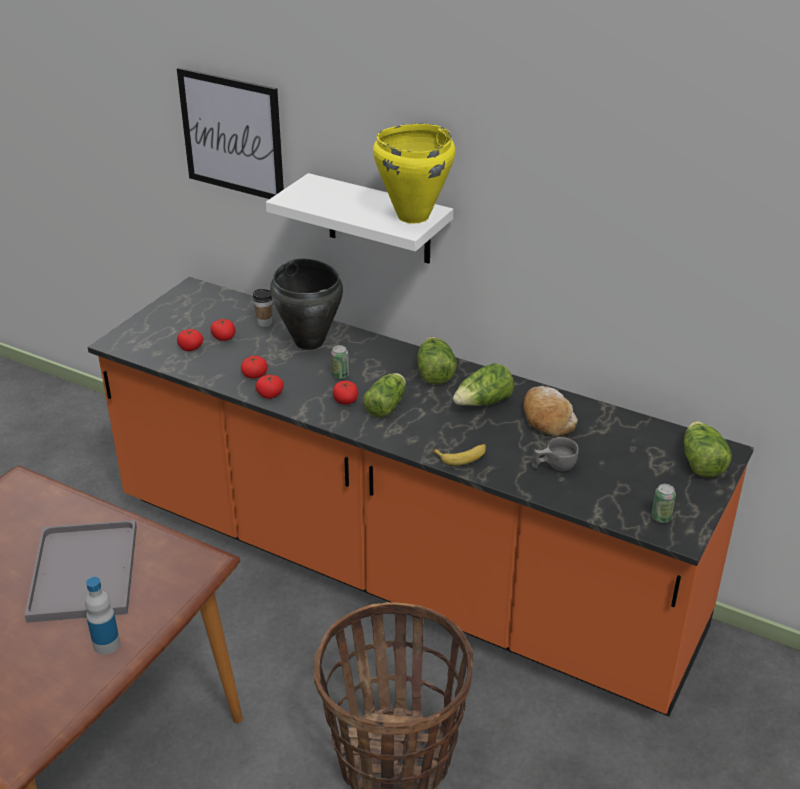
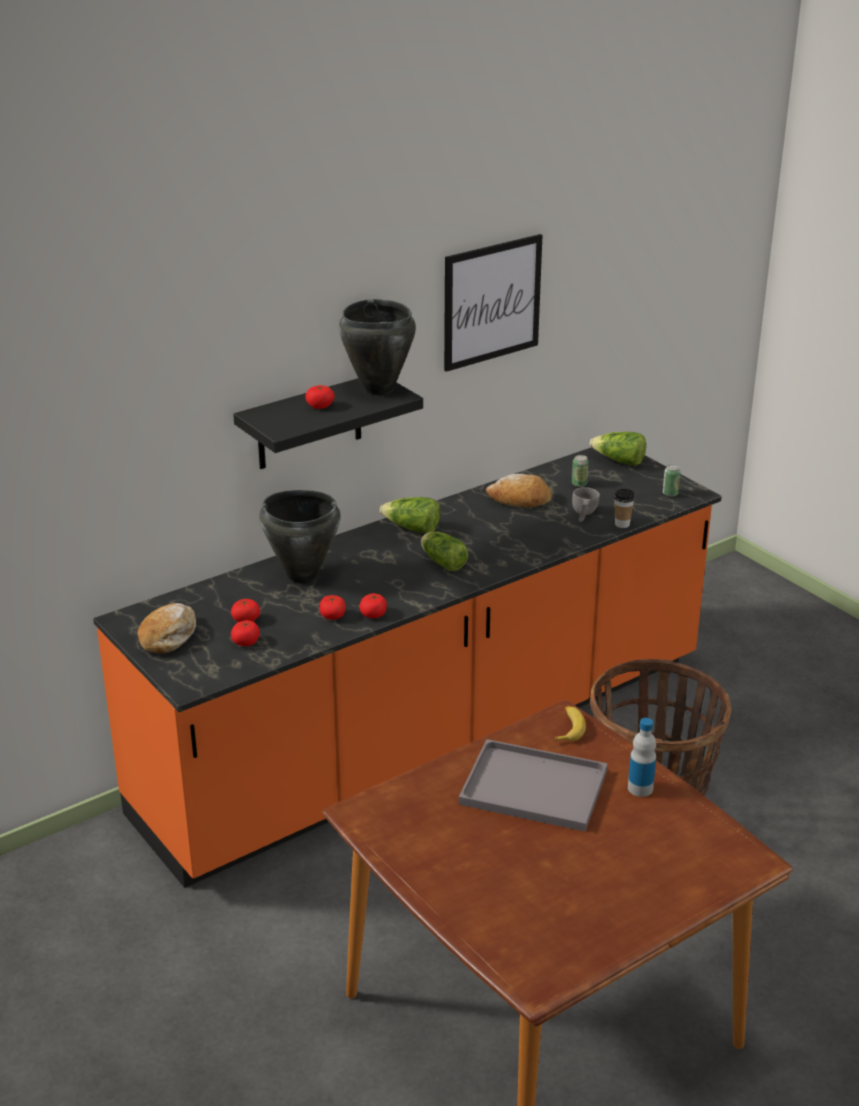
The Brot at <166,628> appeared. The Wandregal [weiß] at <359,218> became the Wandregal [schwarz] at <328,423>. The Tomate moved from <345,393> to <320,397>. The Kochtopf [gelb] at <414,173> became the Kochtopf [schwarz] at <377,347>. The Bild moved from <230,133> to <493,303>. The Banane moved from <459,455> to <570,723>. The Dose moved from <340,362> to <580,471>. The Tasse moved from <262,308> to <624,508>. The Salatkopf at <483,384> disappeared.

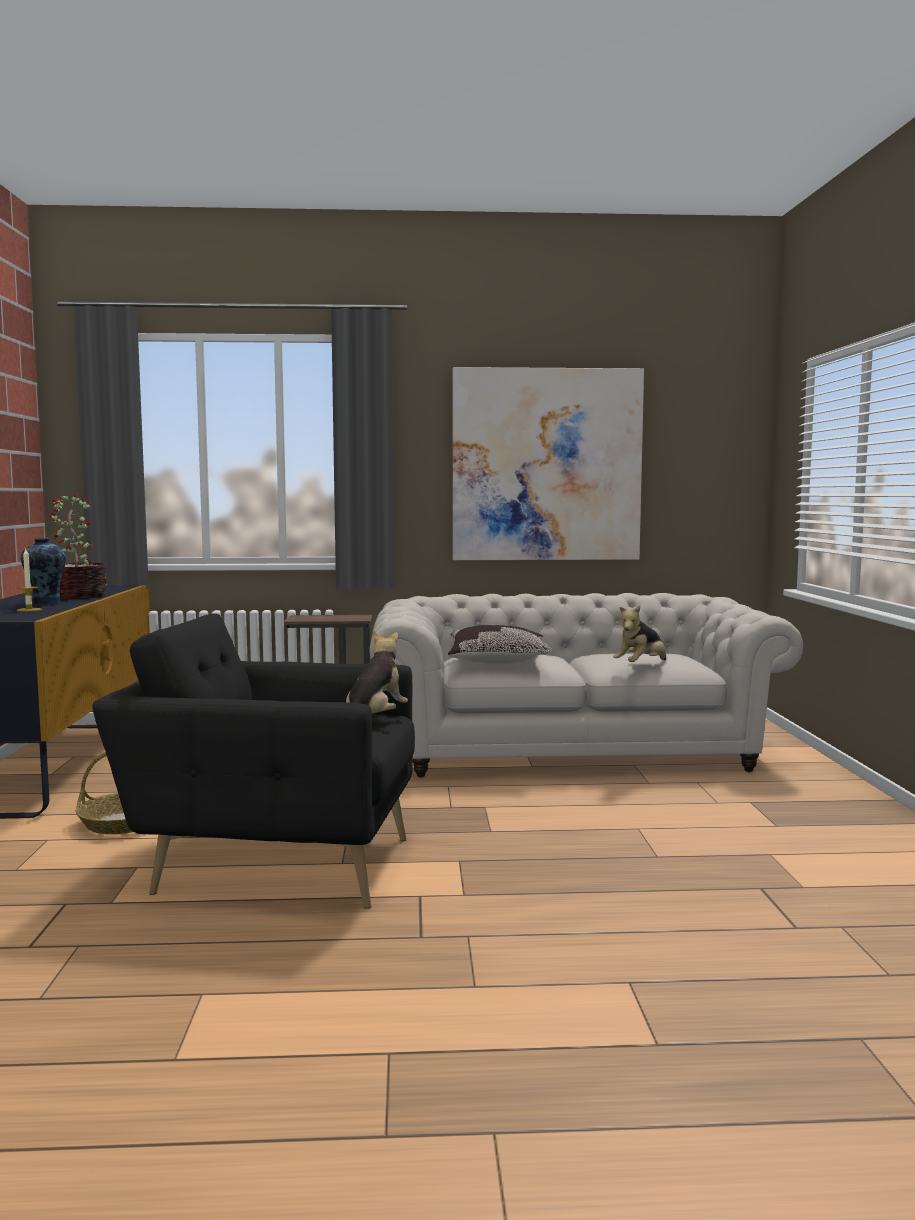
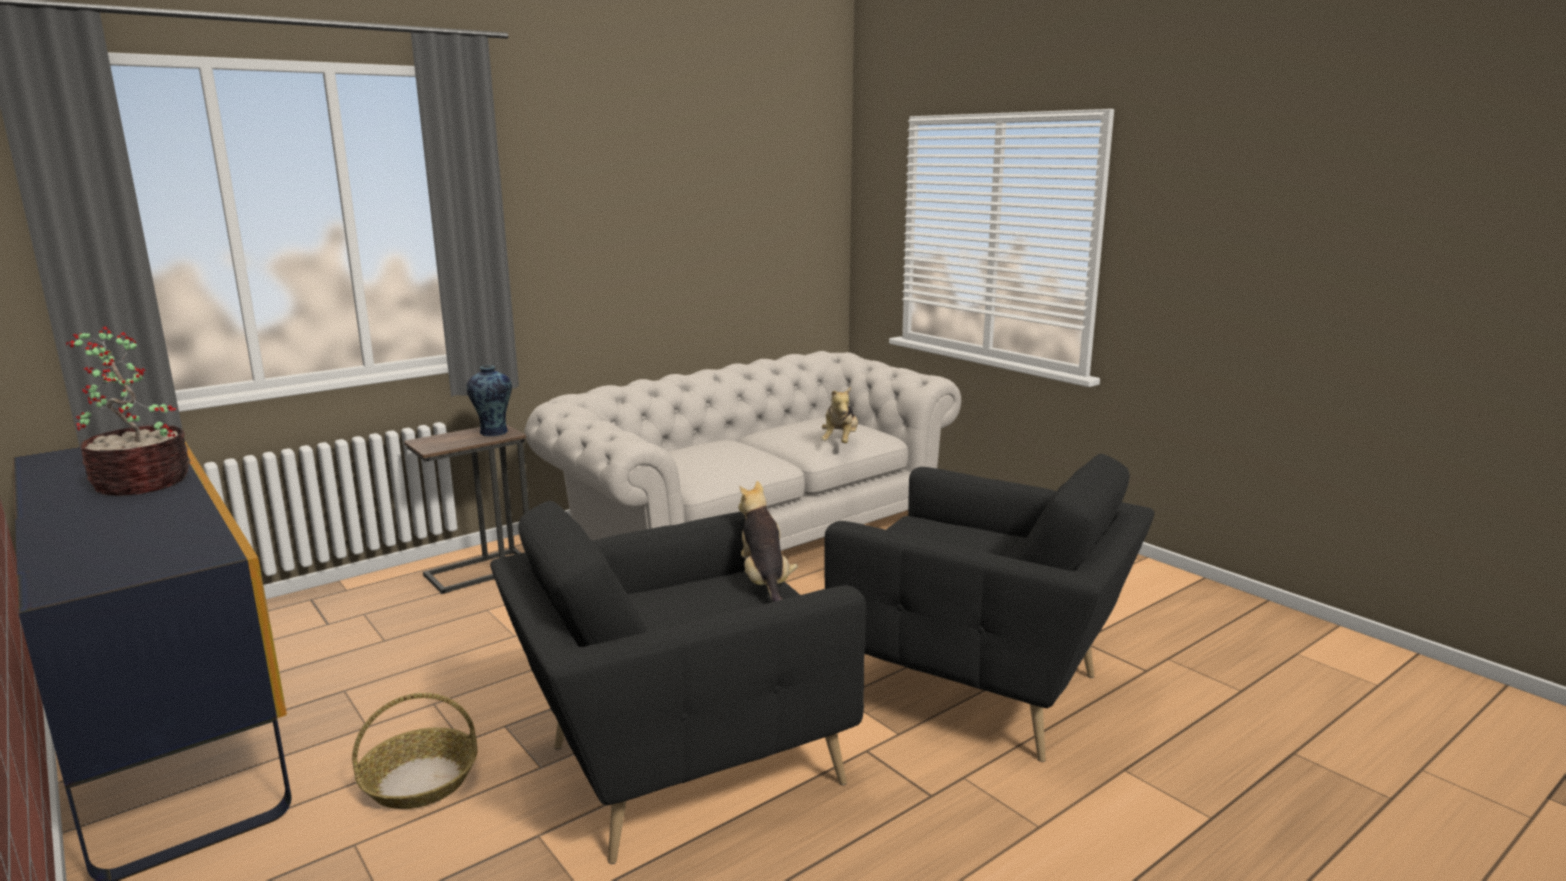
The Vase moved from <43,571> to <489,400>. The Sessel [schwarz] at <989,608> appeared. The Kerze at <29,579> disappeared. The Kissen at <500,644> disappeared. The Bild at <548,463> disappeared.

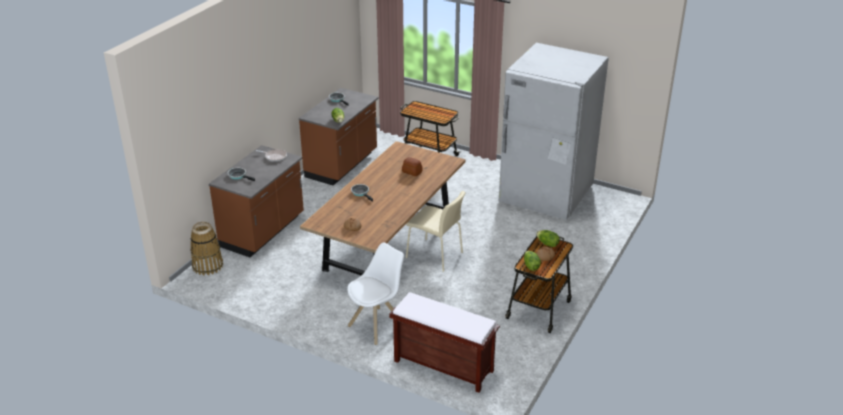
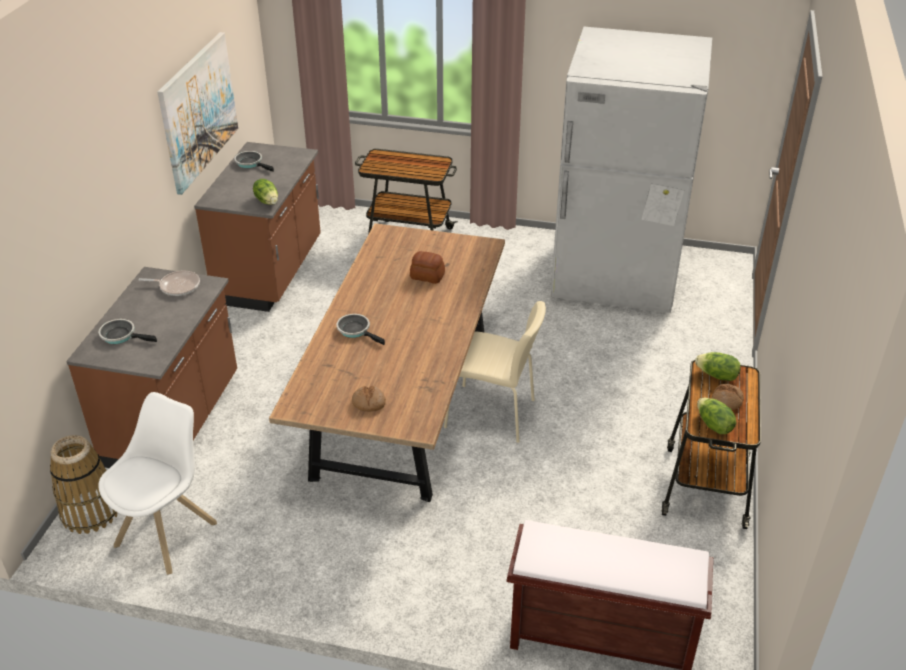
The Stuhl [weiß] moved from <375,293> to <157,483>. The Bild at <197,113> appeared.

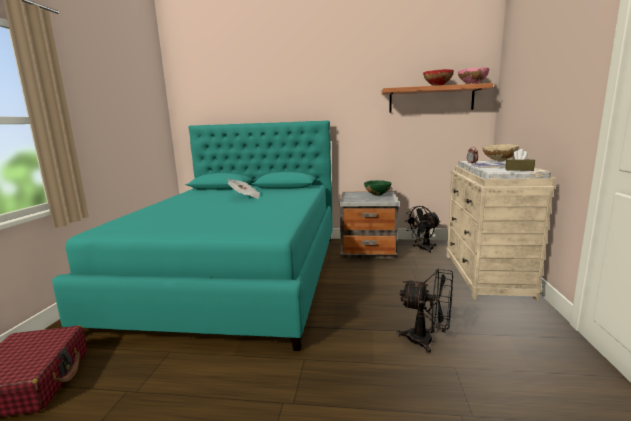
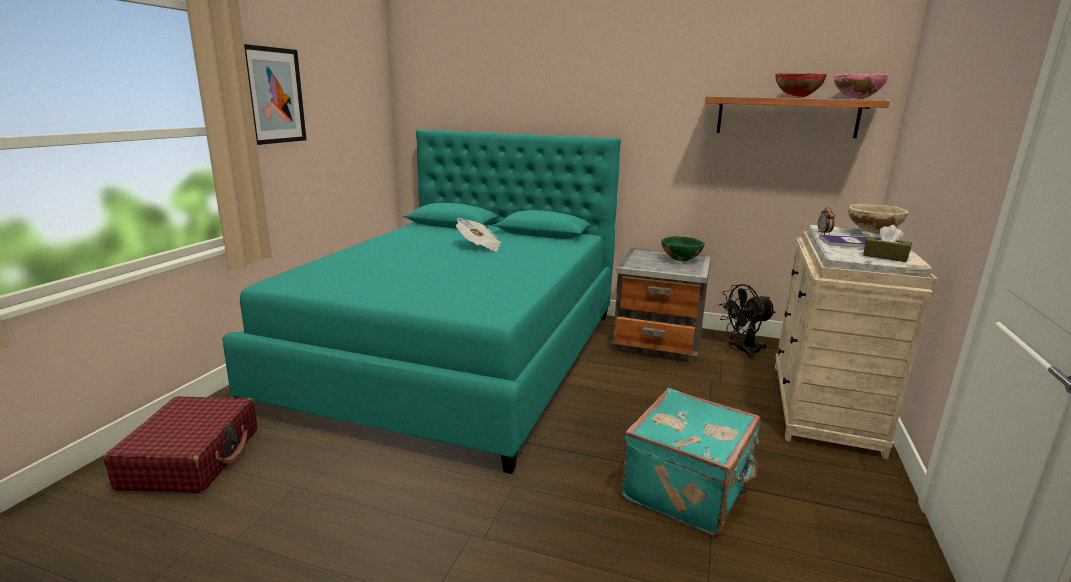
The Bild at <275,94> appeared. The Ventilator [schwarz] at <425,311> was replaced by the Koffer [türkis] at <690,461>.

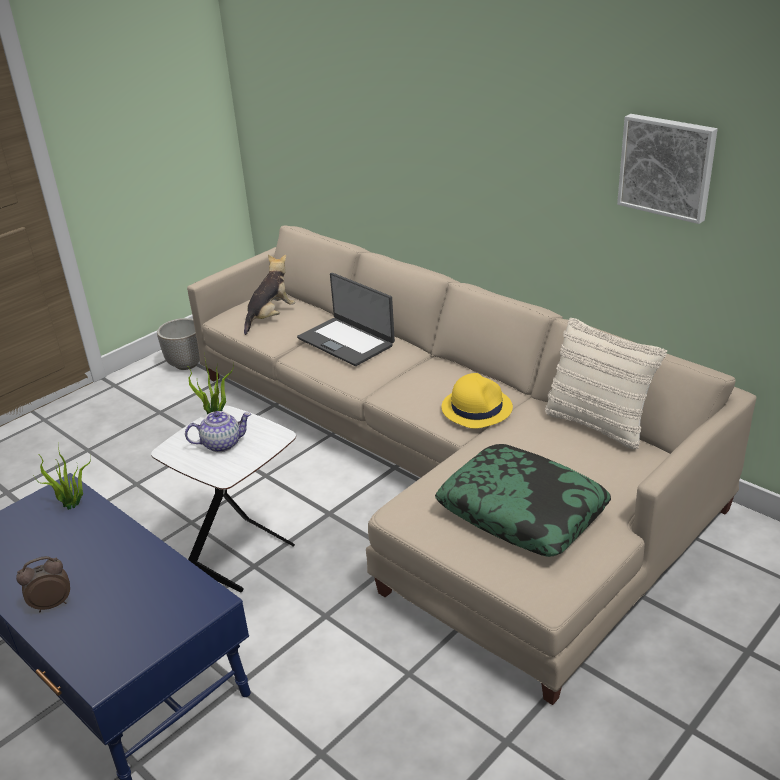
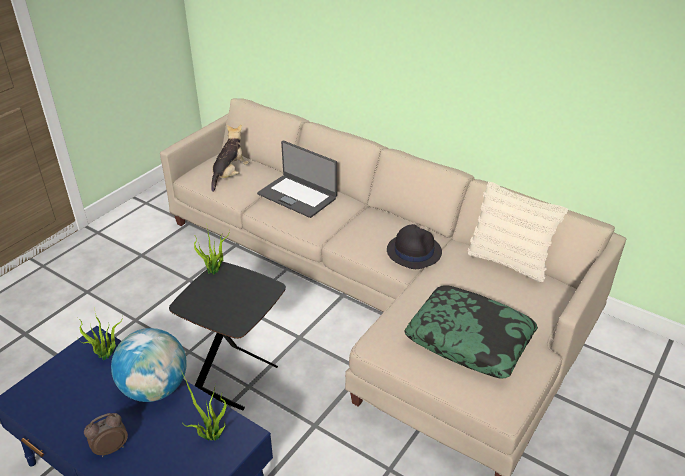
The Globus at <149,365> appeared. The Beistelltisch [weiß] at <223,498> became the Beistelltisch [schwarz] at <227,336>. The Topfpflanze at <204,406> appeared. The Hut [gelb] at <477,401> became the Hut [schwarz] at <414,246>. The Pflanzkübel at <178,344> disappeared. The Teekanne at <218,431> disappeared. The Bild at <667,169> disappeared.

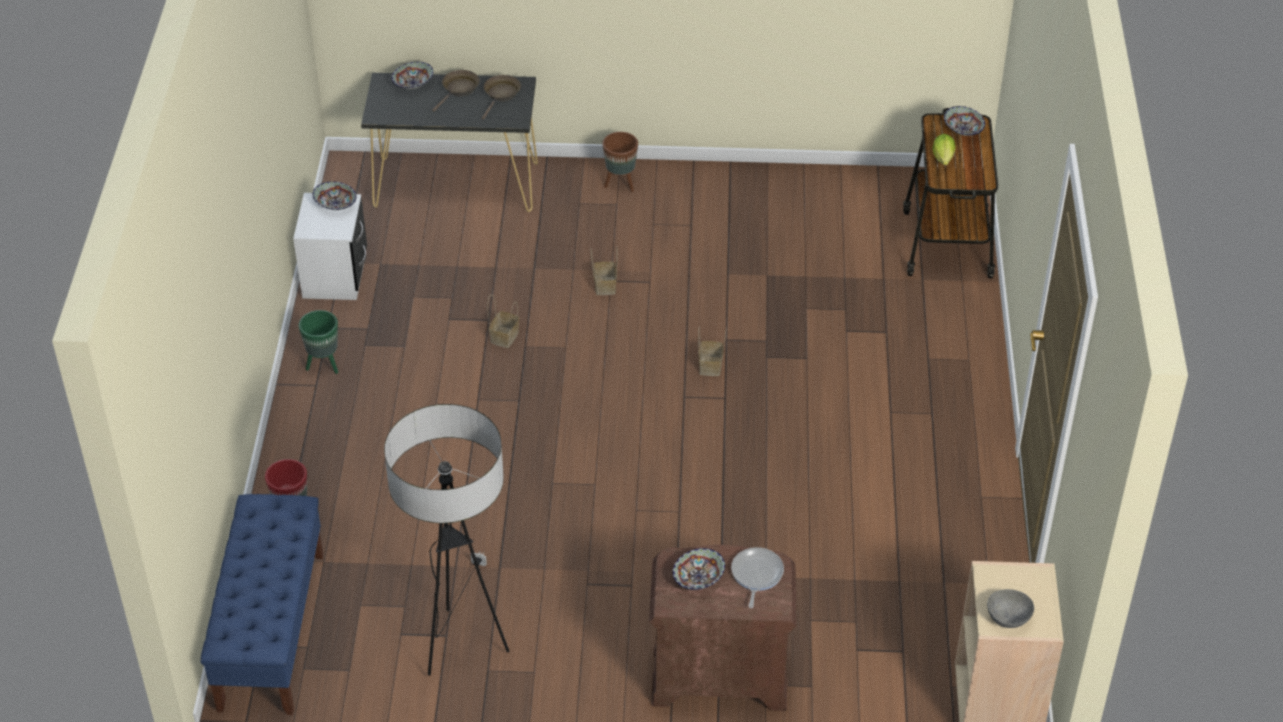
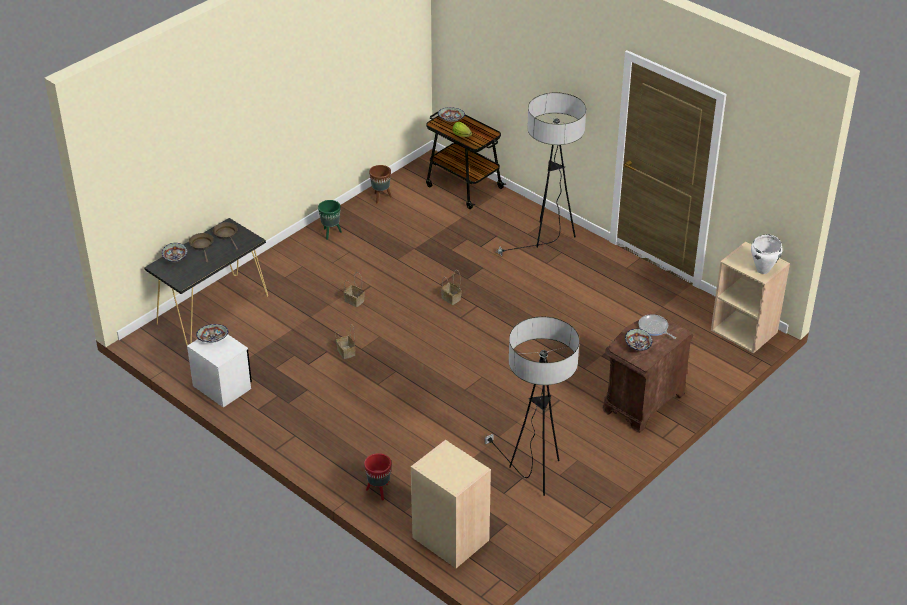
The Pflanzkübel [grün] moved from <318,342> to <330,220>. The Pflanzkübel [braun] moved from <620,162> to <380,184>. The Bank [blau] at <261,604> was replaced by the Bücherregal [beige] at <451,504>. The Stehlampe at <540,174> appeared. The Schüssel [grau] at <1010,608> was replaced by the Kochtopf [weiß] at <767,254>.

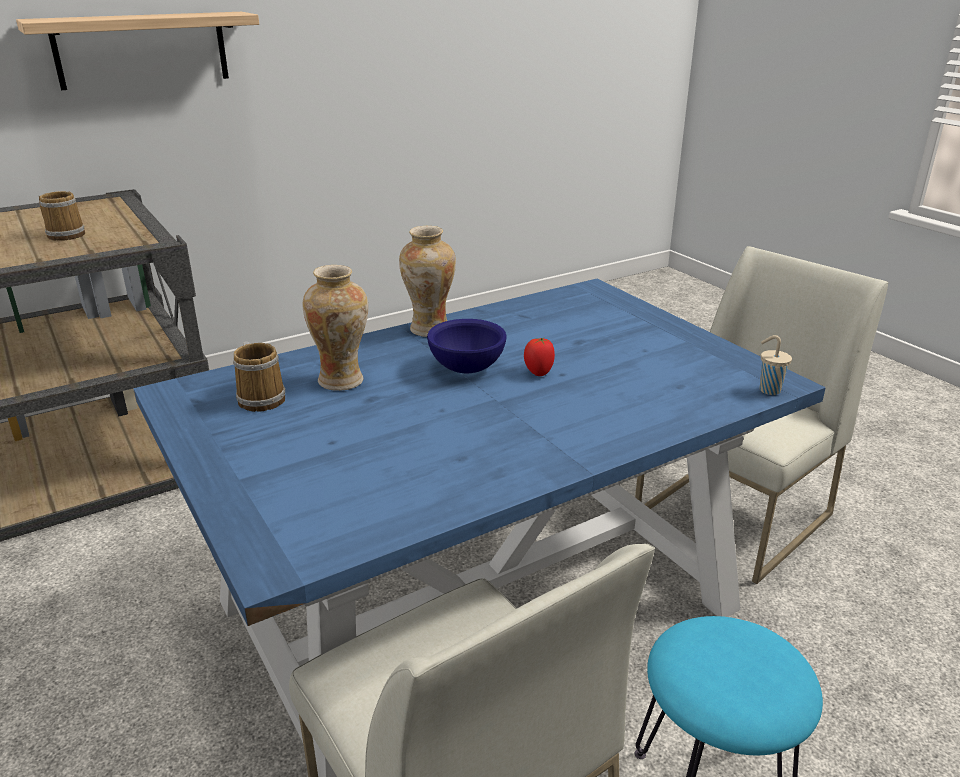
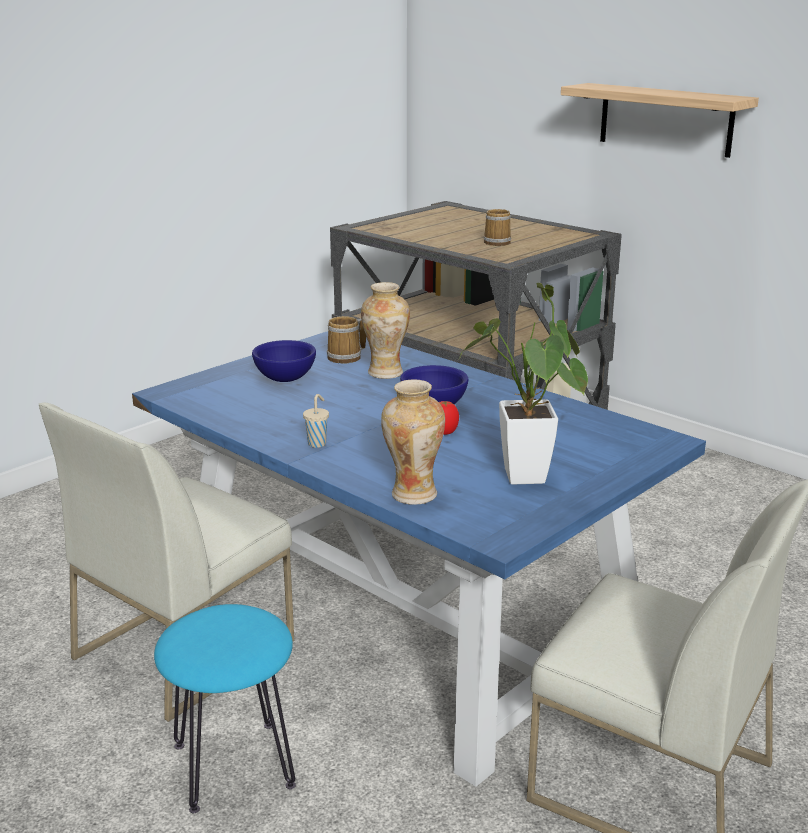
The Schüssel [blau] at <284,361> appeared. The Tasse [beige] moved from <776,365> to <316,421>. The Vase moved from <427,281> to <413,442>. The Topfpflanze at <523,383> appeared.

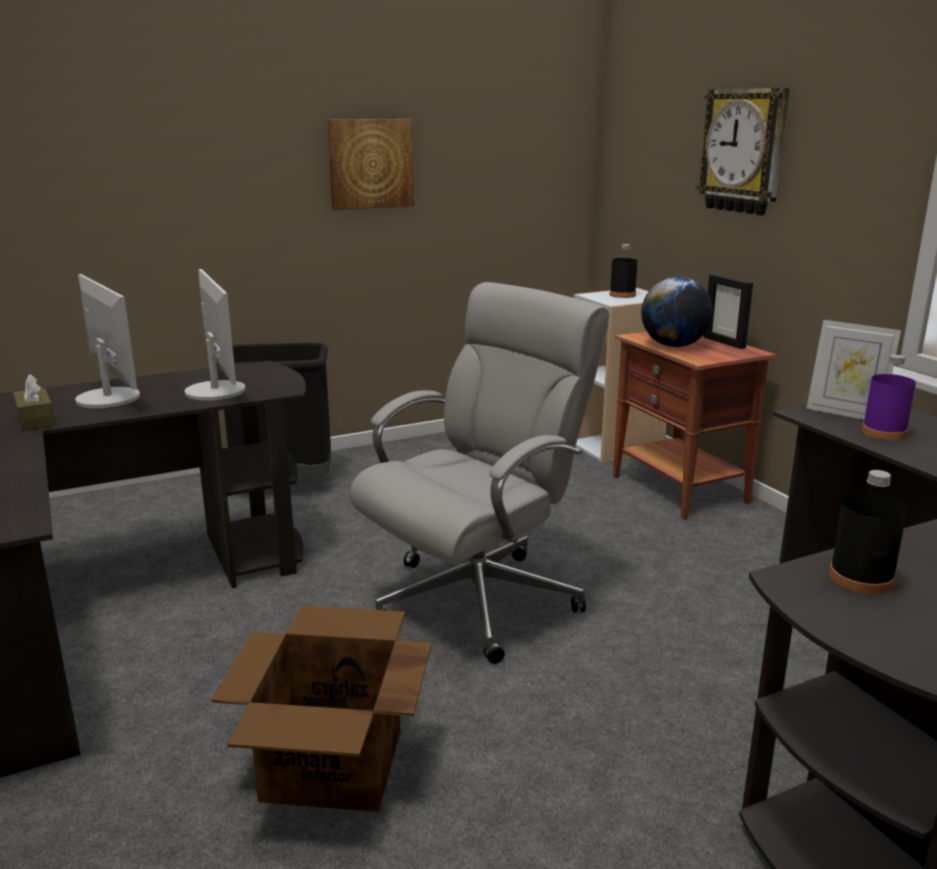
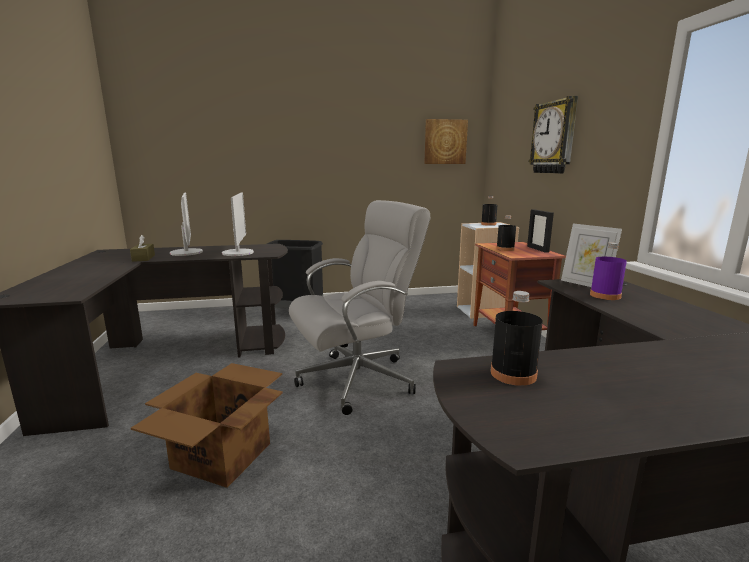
The Bild moved from <370,164> to <446,141>. The Globus at <677,312> was replaced by the Flasche [schwarz] at <506,233>.

